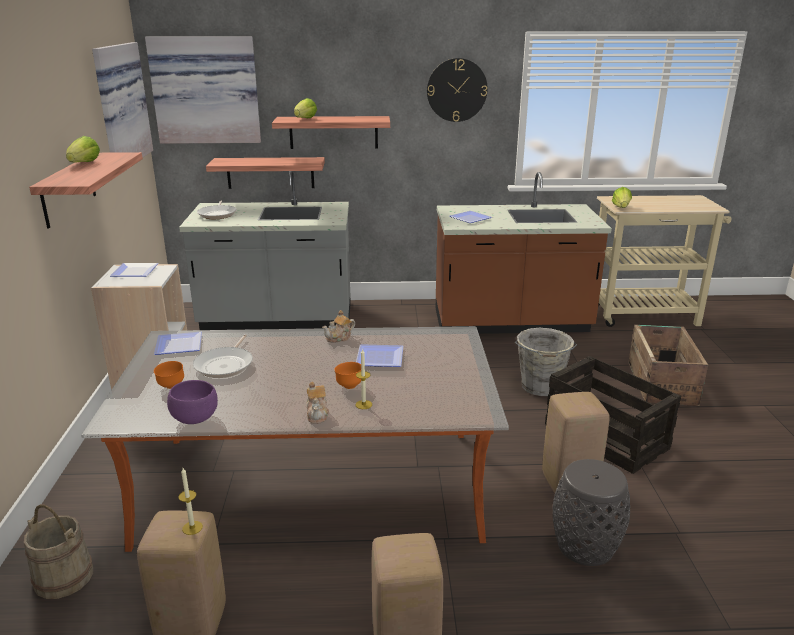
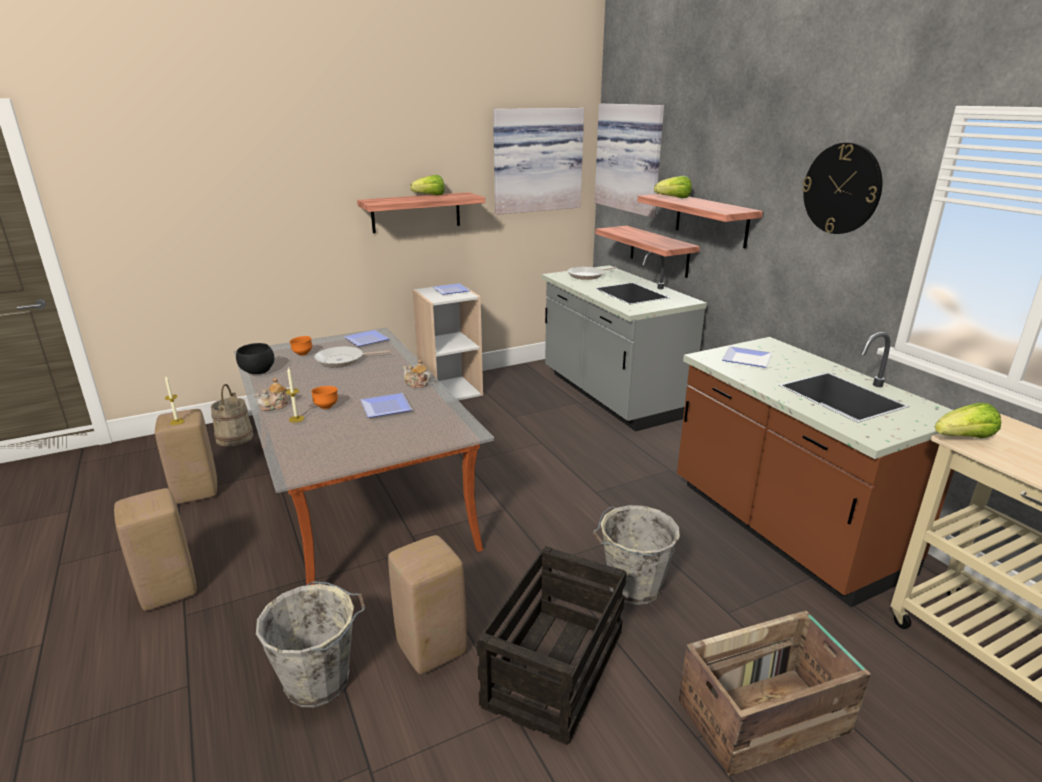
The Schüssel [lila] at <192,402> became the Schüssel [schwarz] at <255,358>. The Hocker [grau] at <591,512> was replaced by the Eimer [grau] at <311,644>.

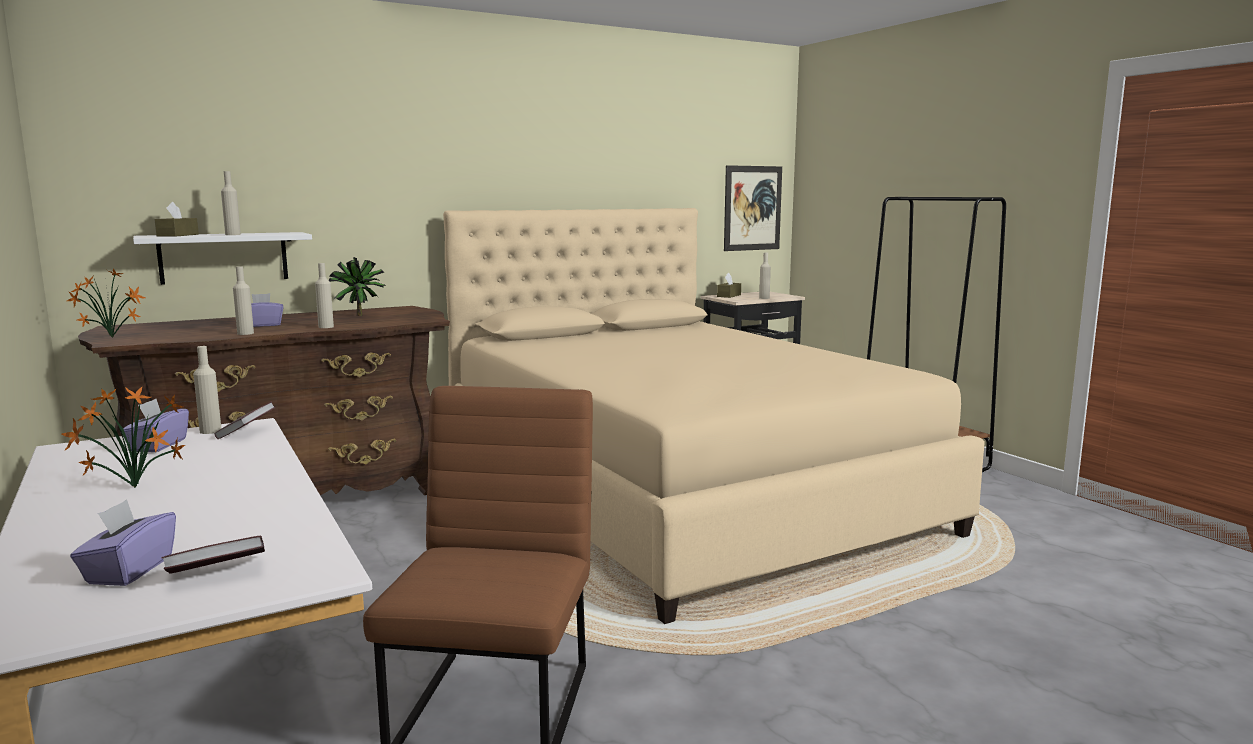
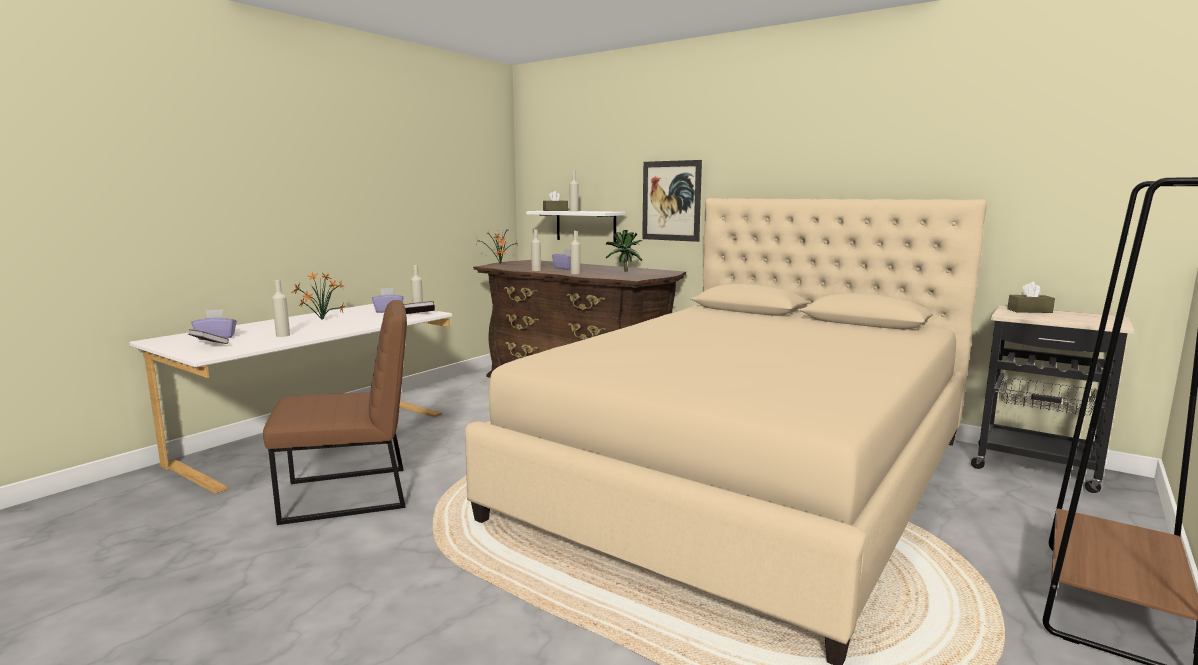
The Flasche [beige] moved from <765,275> to <281,308>. The Bild moved from <753,208> to <672,201>.

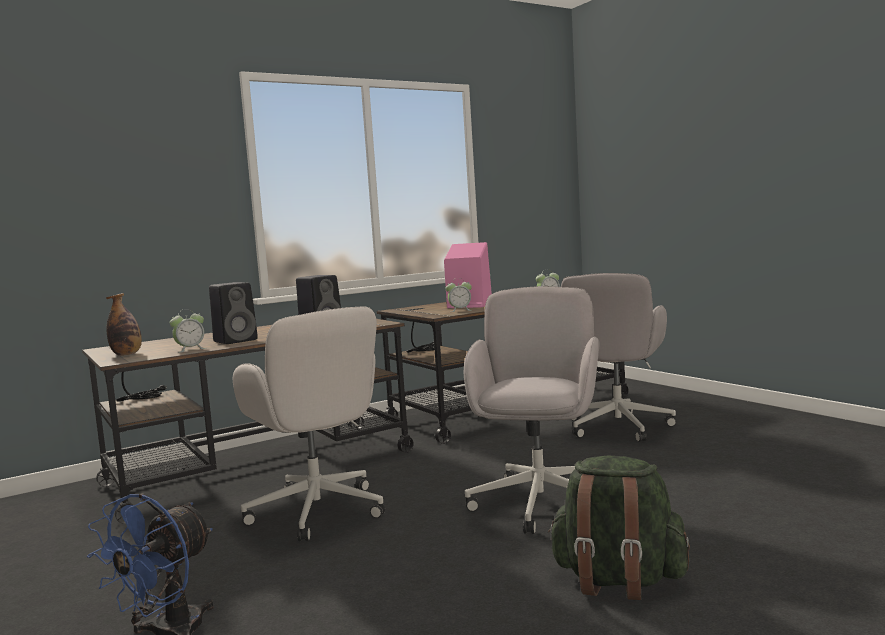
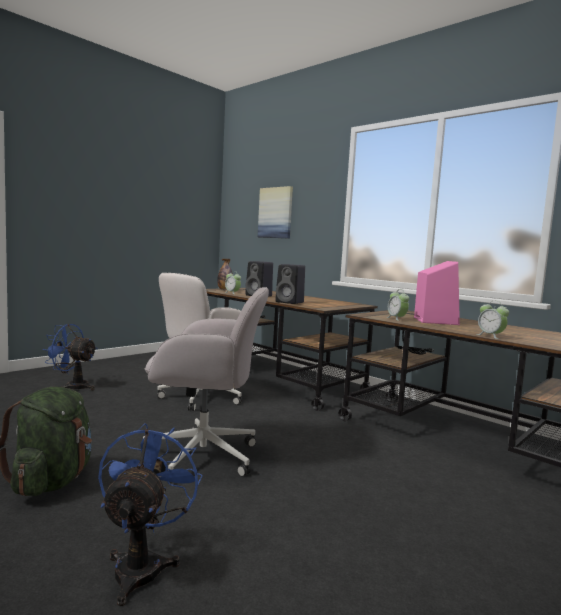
The Ventilator [blau] at <150,514> appeared. The Bild at <275,212> appeared. The Bürostuhl [grau] at <618,357> disappeared.

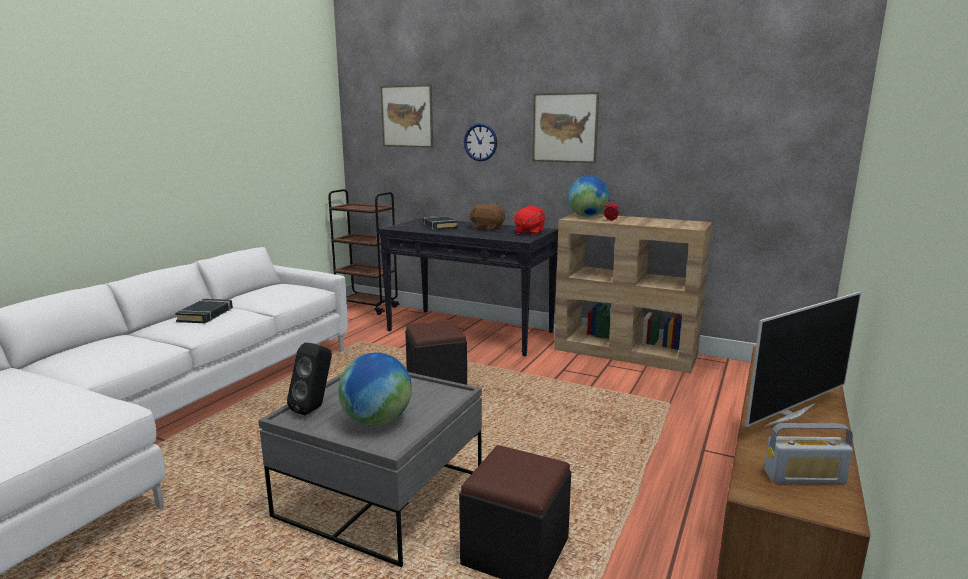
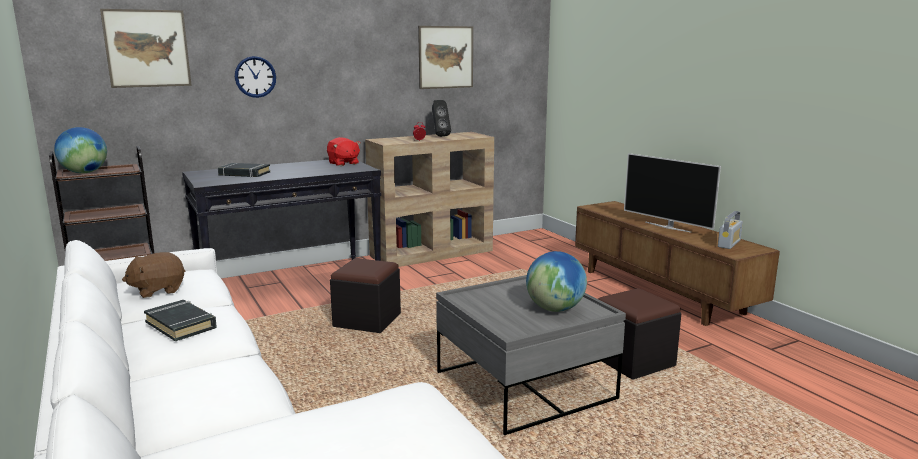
The Globus moved from <588,196> to <80,150>. The Plüschtier [braun] moved from <487,217> to <153,275>. The Bild moved from <565,127> to <445,57>. The Lautsprecher [schwarz] moved from <309,379> to <441,118>. The Fernseher at <803,359> turned 135 degrees clockwise.

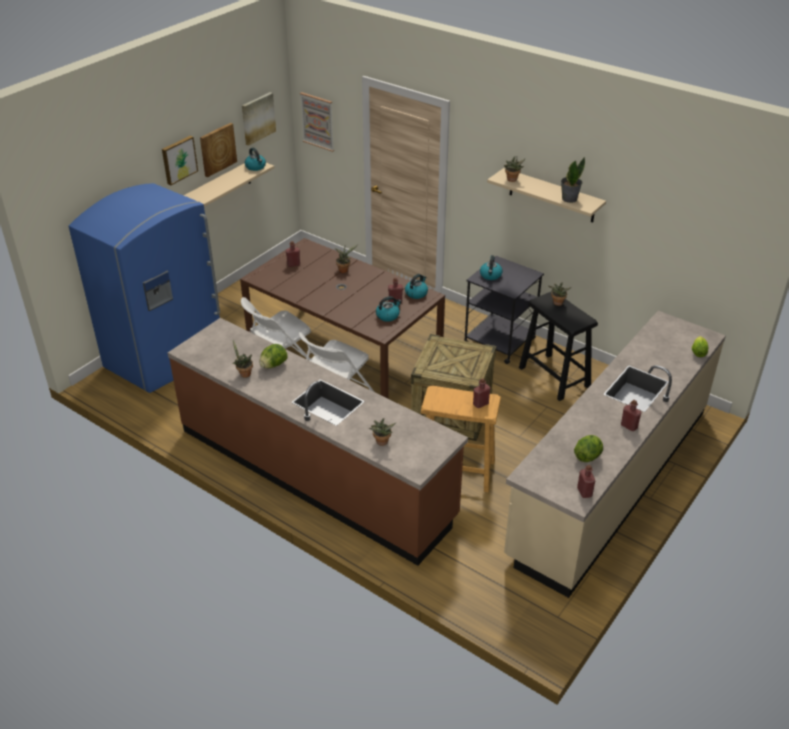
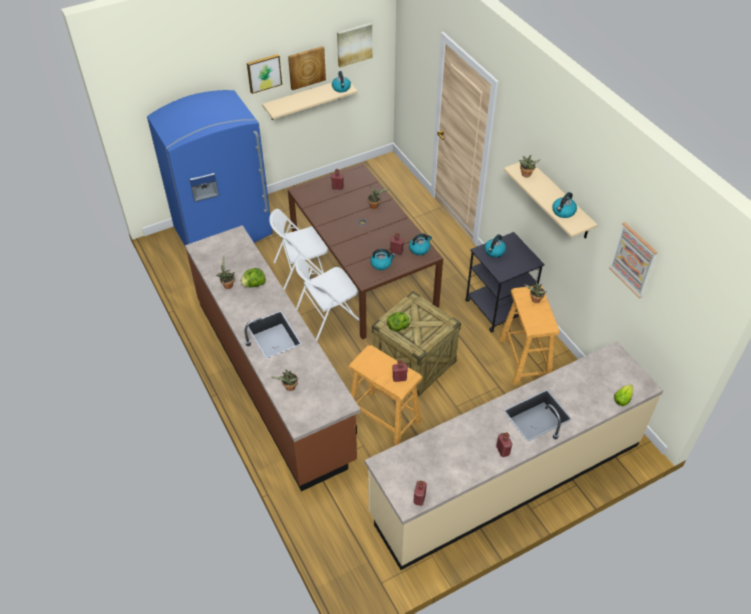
The Salatkopf moved from <588,448> to <399,321>. The Hocker [schwarz] at <558,346> became the Hocker [beige] at <529,335>. The Topfpflanze at <573,180> was replaced by the Wasserkessel at <564,205>. The Bild moved from <317,122> to <633,260>.

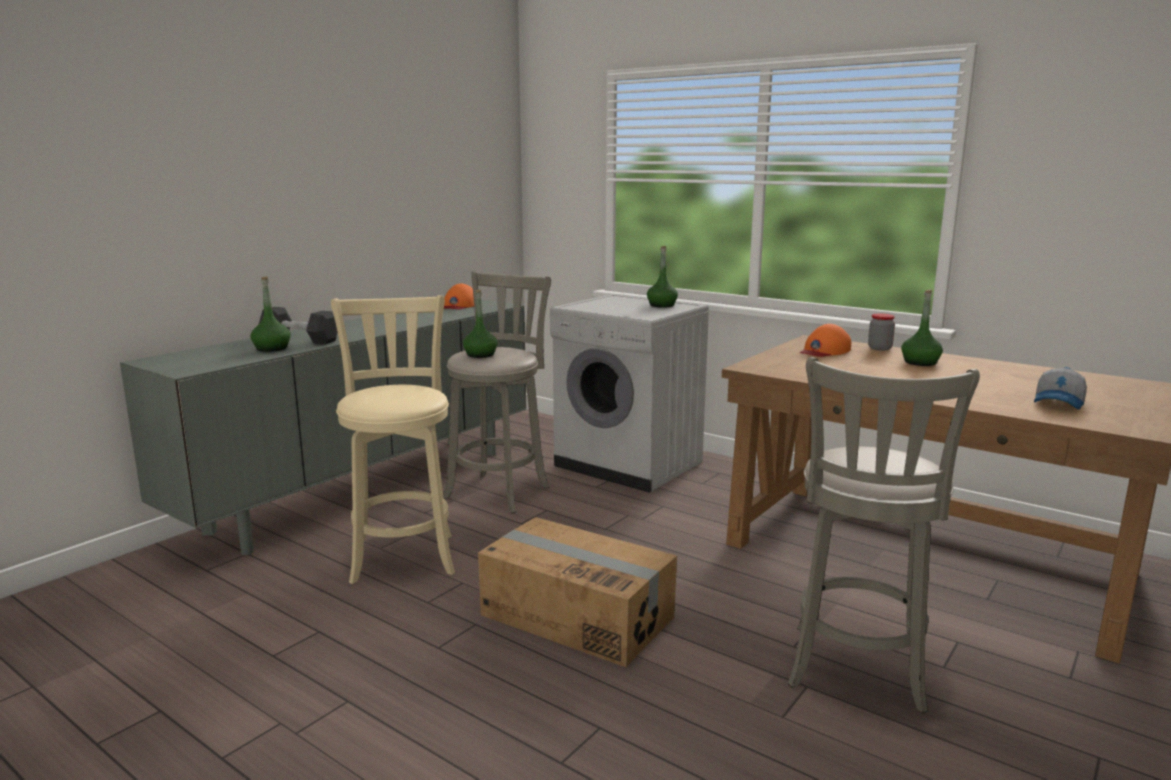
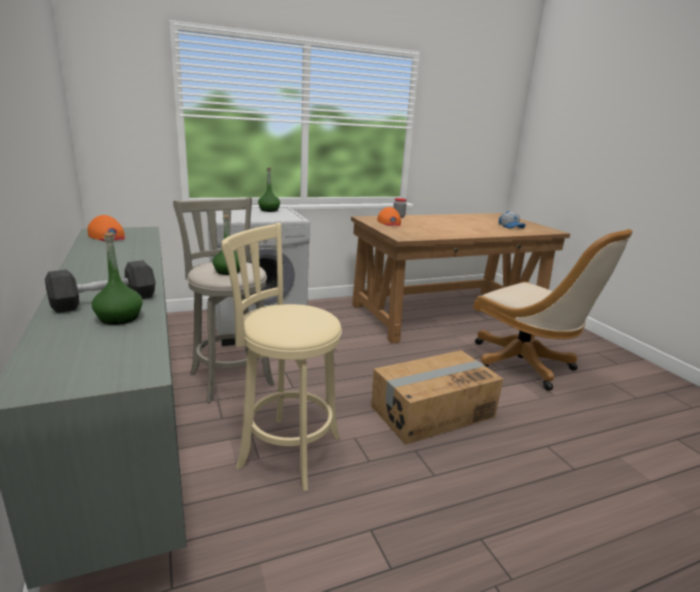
The Hocker [grau] at <884,535> was replaced by the Bürostuhl at <553,310>. The Flasche [grün] at <922,327> disappeared.

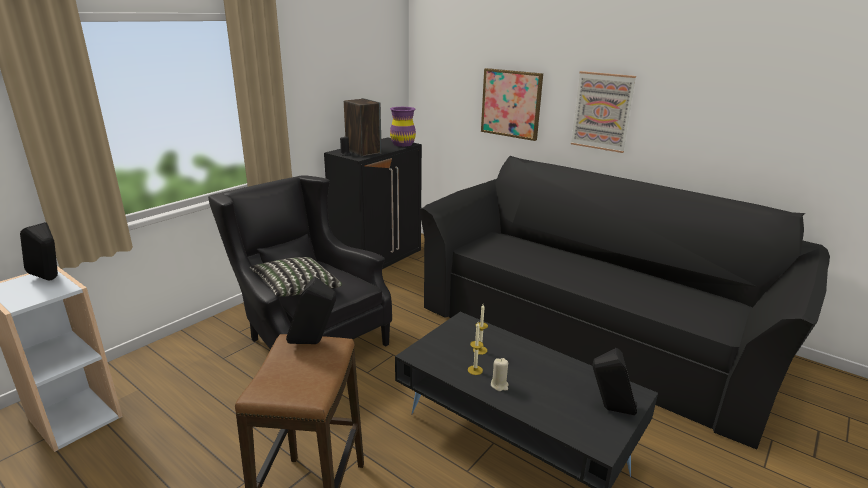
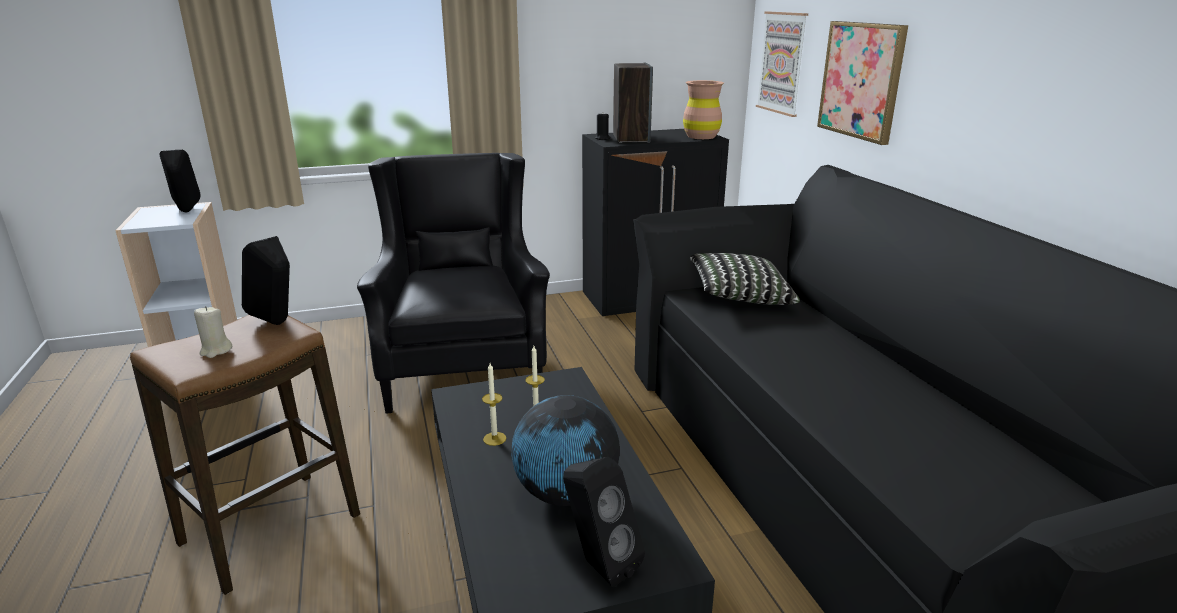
The Kerze [beige] moved from <500,374> to <213,332>. The Globus at <565,450> appeared. The Vase [lila] at <403,127> became the Vase [braun] at <703,109>. The Kissen moved from <296,276> to <745,279>. The Bild moved from <603,112> to <782,64>.

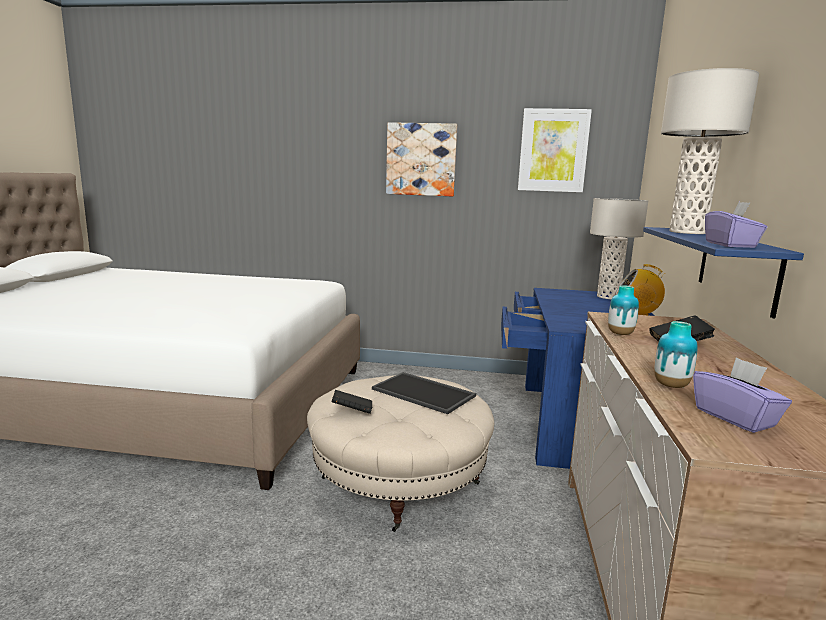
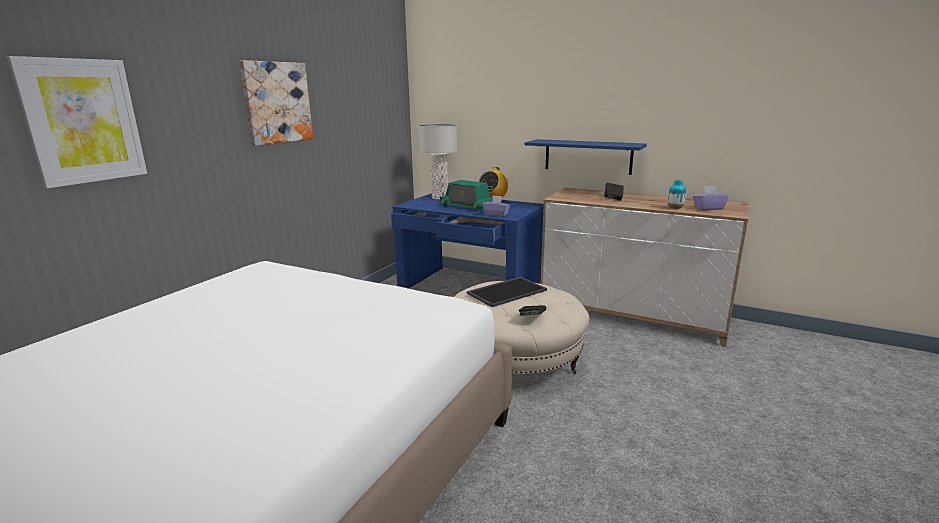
The Bild moved from <555,150> to <77,122>. The Radio at <466,195> appeared. The Taschentuchbox [lila] moved from <736,225> to <496,206>. The Vase at <623,310> disappeared. The Tischlampe [weiß] at <710,151> disappeared.

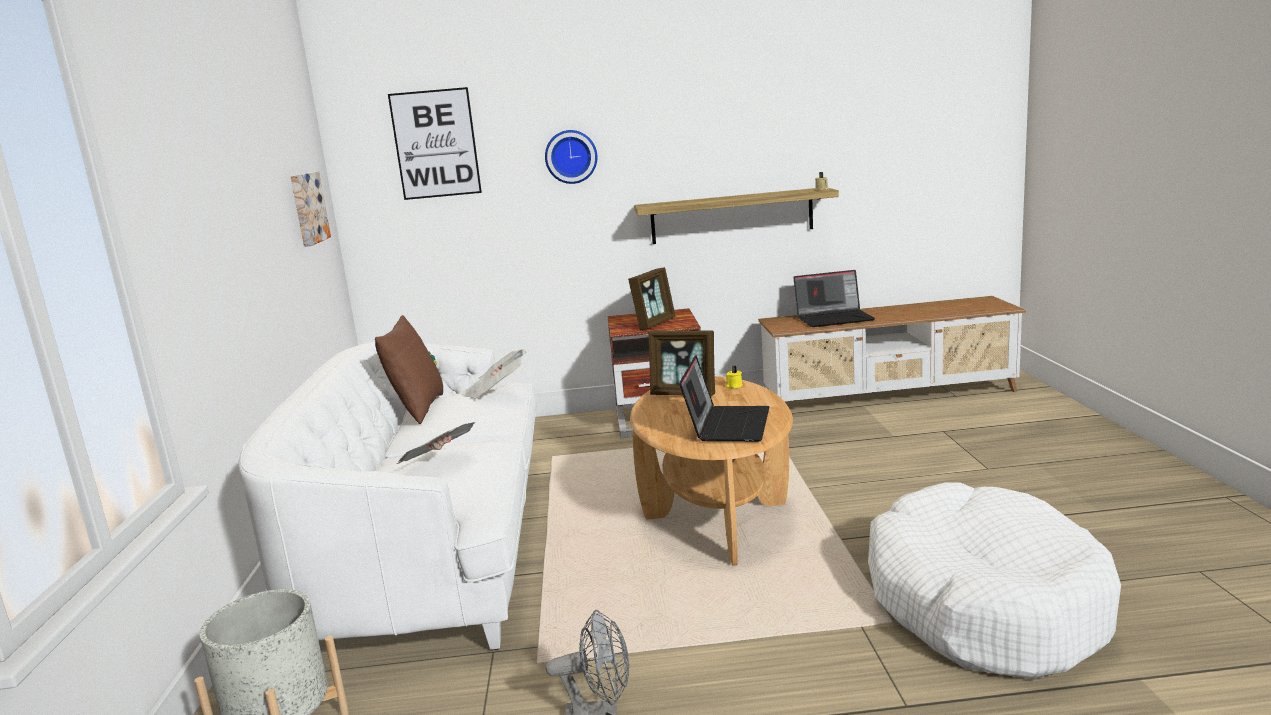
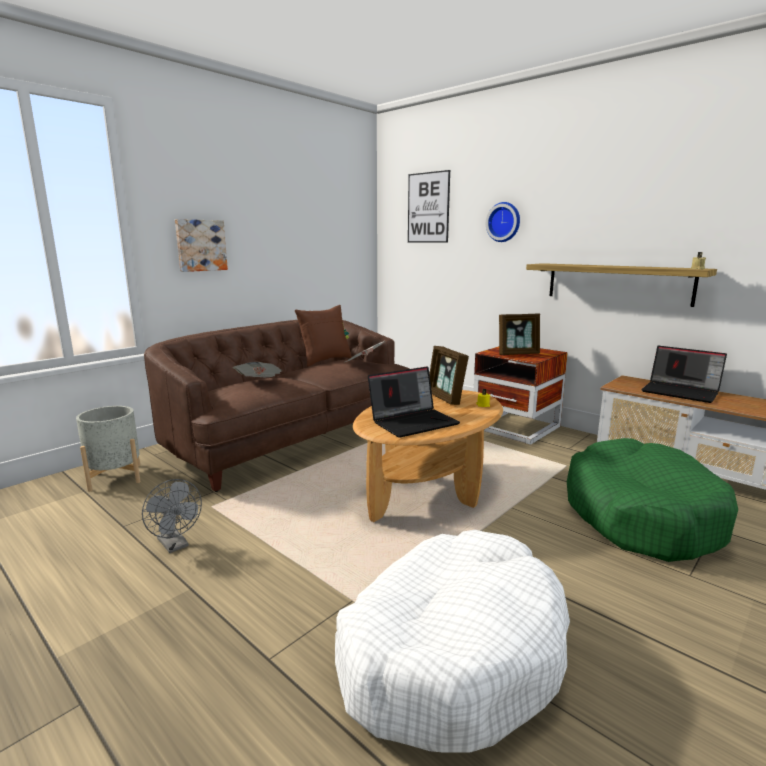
The Sofa [weiß] at <387,496> became the Sofa [braun] at <276,406>. The Bild moved from <310,209> to <201,245>. The Hundebett [grün] at <652,500> appeared.

